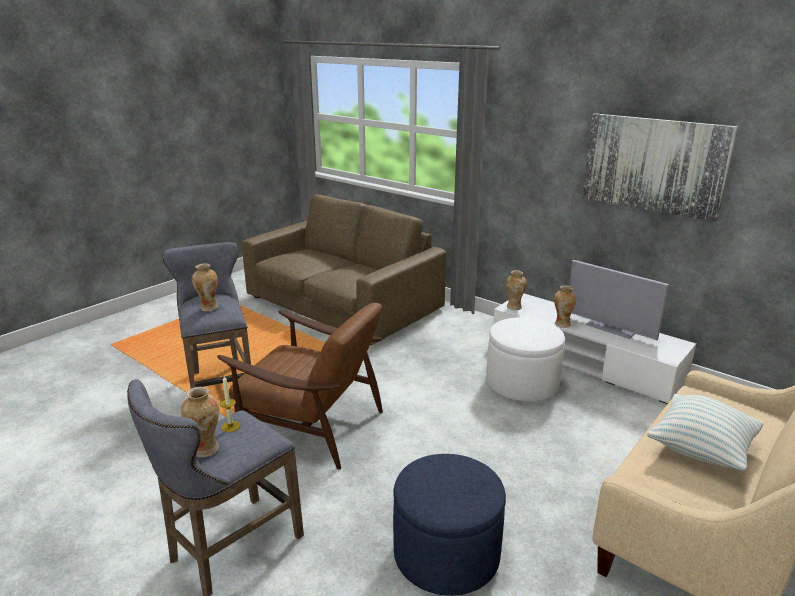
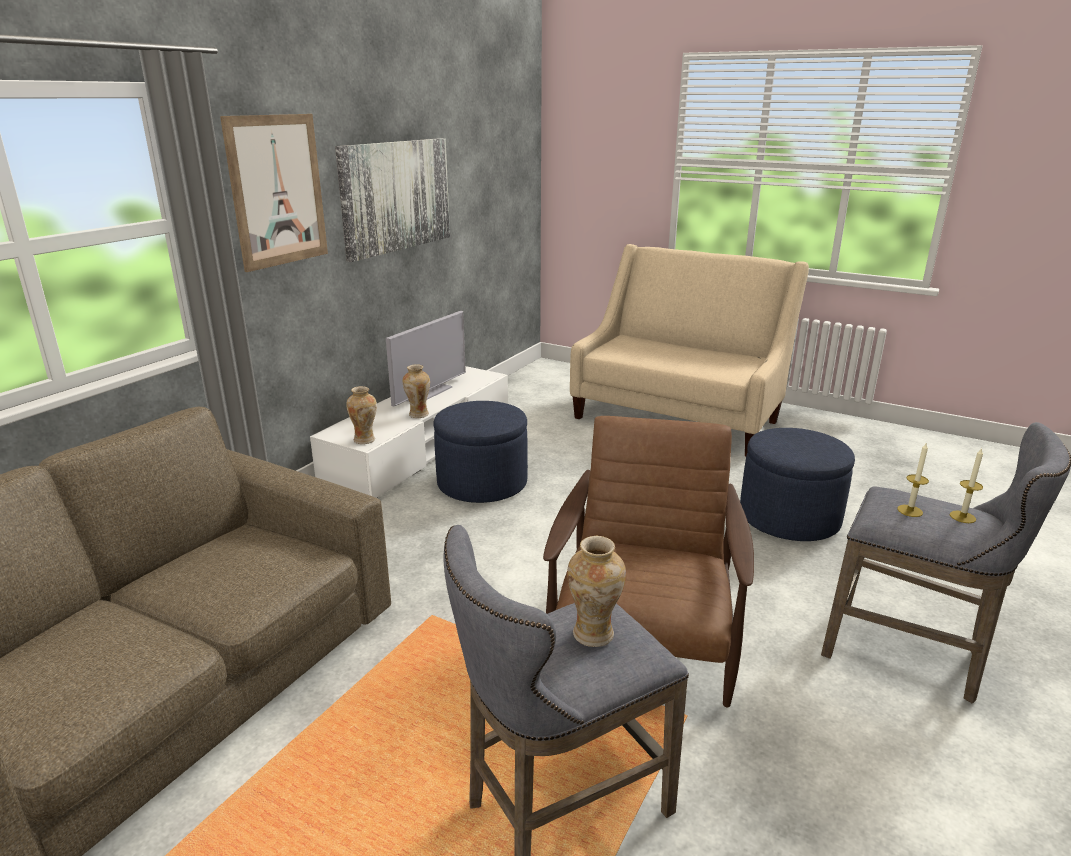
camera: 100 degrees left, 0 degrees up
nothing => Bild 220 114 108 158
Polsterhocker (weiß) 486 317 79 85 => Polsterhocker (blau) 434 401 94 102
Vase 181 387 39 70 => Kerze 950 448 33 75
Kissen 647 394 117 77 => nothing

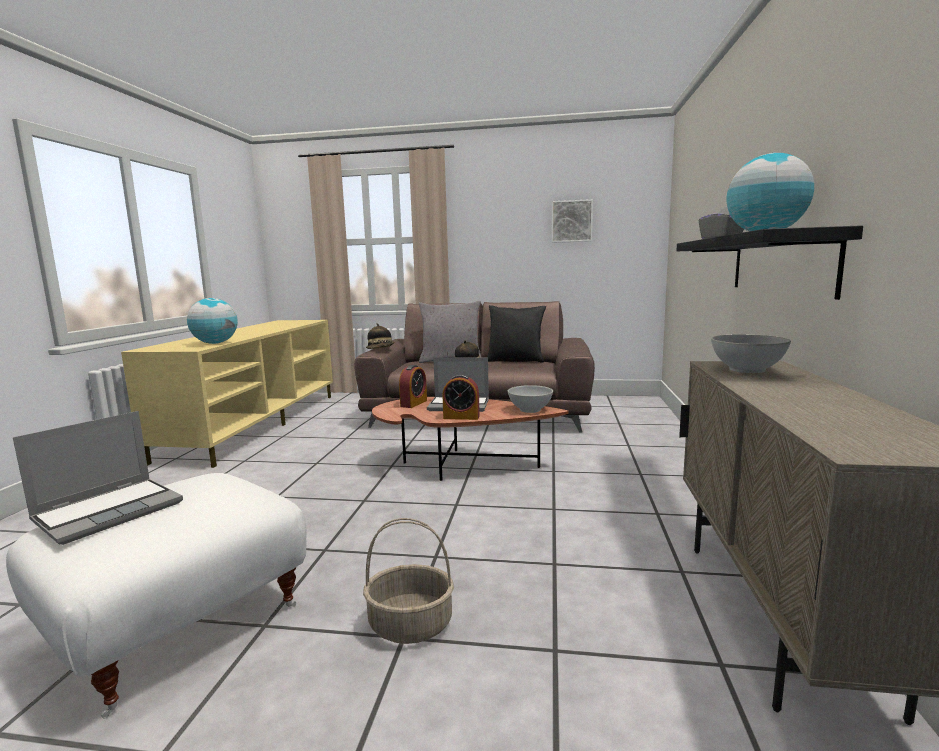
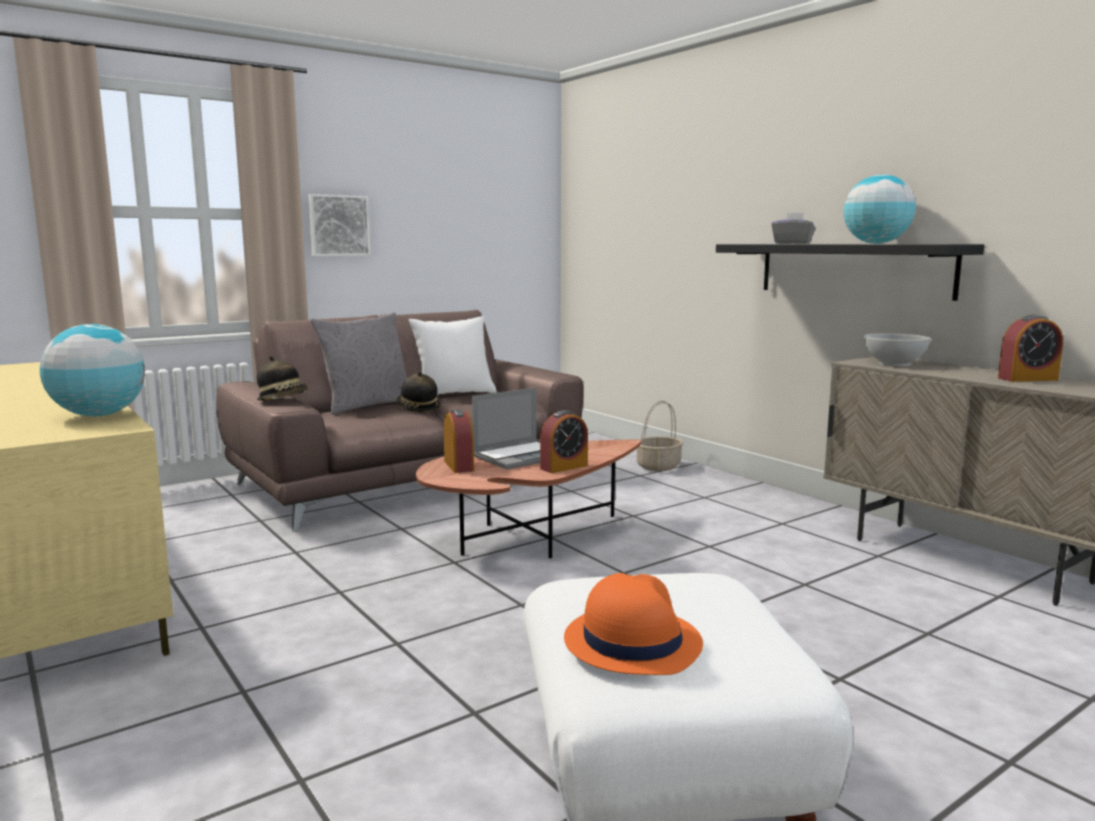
camera: 45 degrees left, 0 degrees up
Bild 552 199 41 44 => Bild 308 194 63 62, moved
Kissen (schwarz) 487 305 59 58 => Kissen (weiß) 409 316 88 79
Laptop 13 411 170 134 => Hut (orange) 564 573 139 102
Korb 363 518 91 126 => Korb 637 401 46 70, moved
nothing => Wecker 998 315 65 67
Schüssel (weiß) 508 385 45 28 => nothing

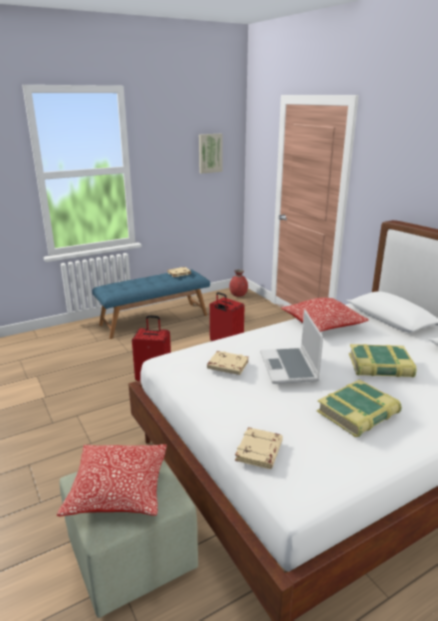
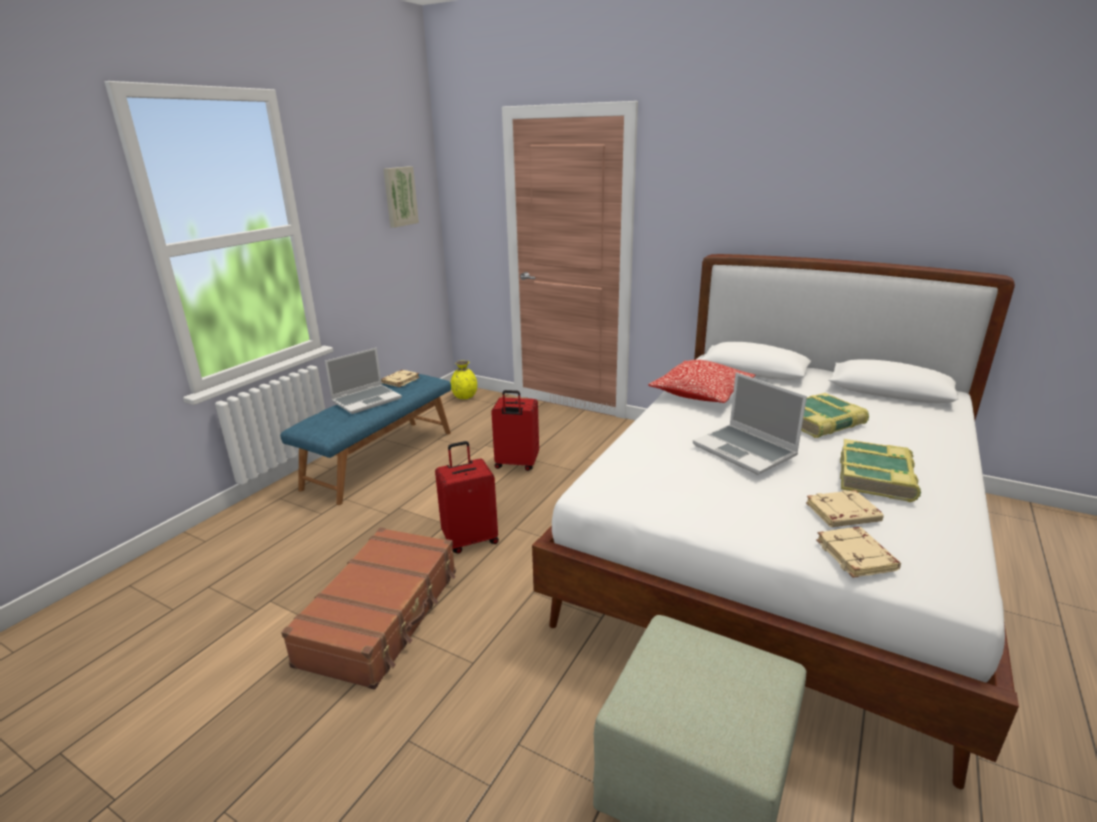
camera: 30 degrees left, 0 degrees up
nothing => Koffer (braun) 281 527 175 163
nothing => Laptop 325 348 77 66
Vase (rot) 230 269 18 28 => Vase (gelb) 451 360 26 39
Buch (beige) 207 351 42 24 => Buch (beige) 806 490 78 37, moved
Kissen 57 444 110 73 => nothing

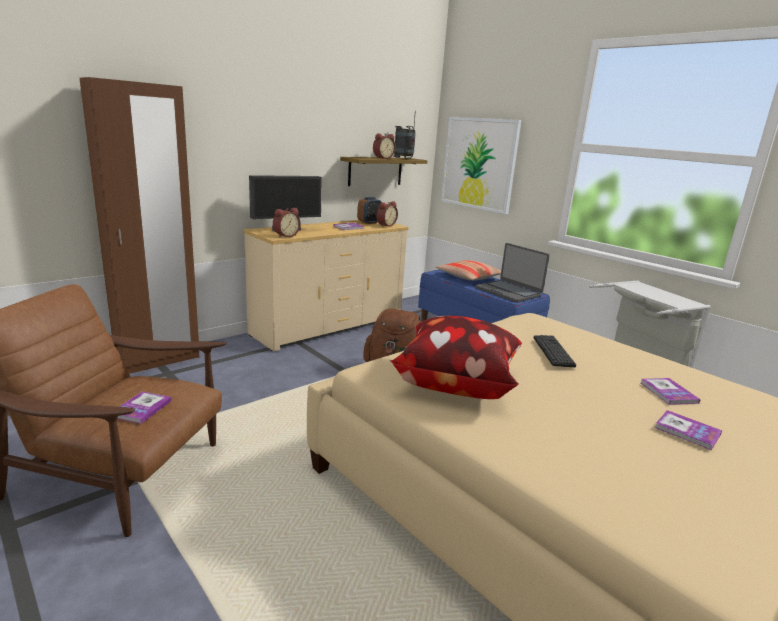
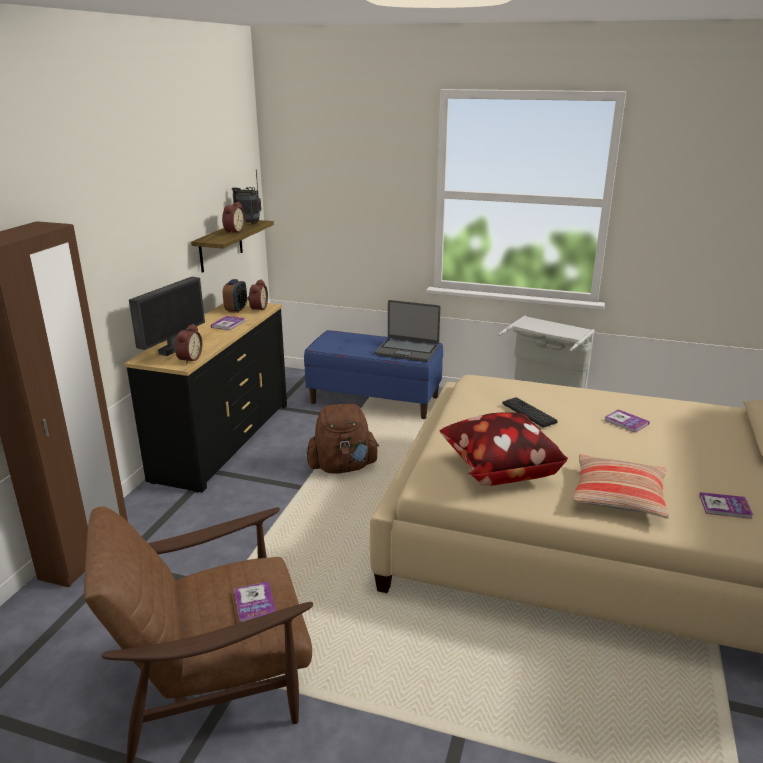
camera: 30 degrees left, 5 degrees up
Kommode (beige) 243 220 166 131 => Kommode (schwarz) 125 301 162 192
Kissen 436 260 65 21 => Kissen 573 455 96 63, moved
Buch 655 410 67 40 => Buch 699 492 54 27, moved
Bild 441 117 80 97 => nothing

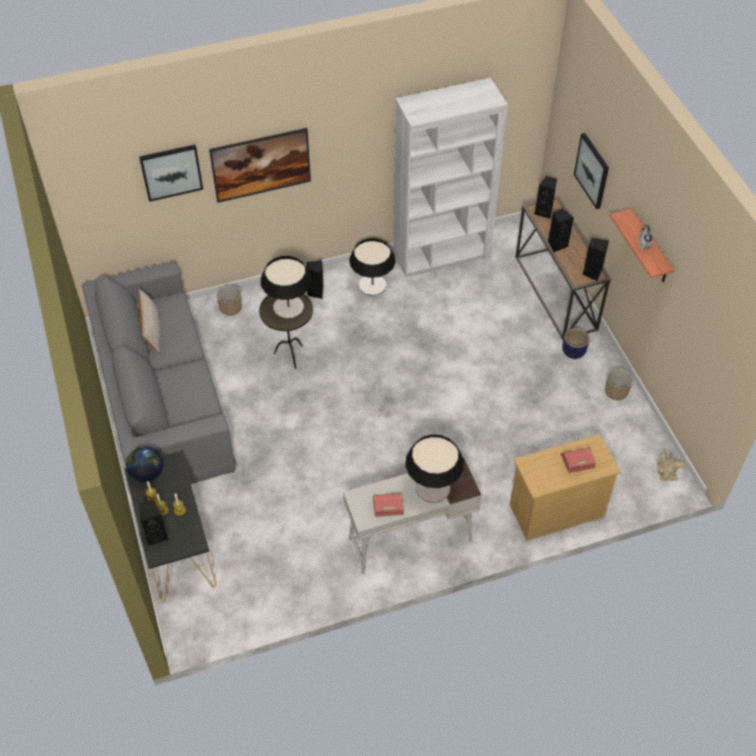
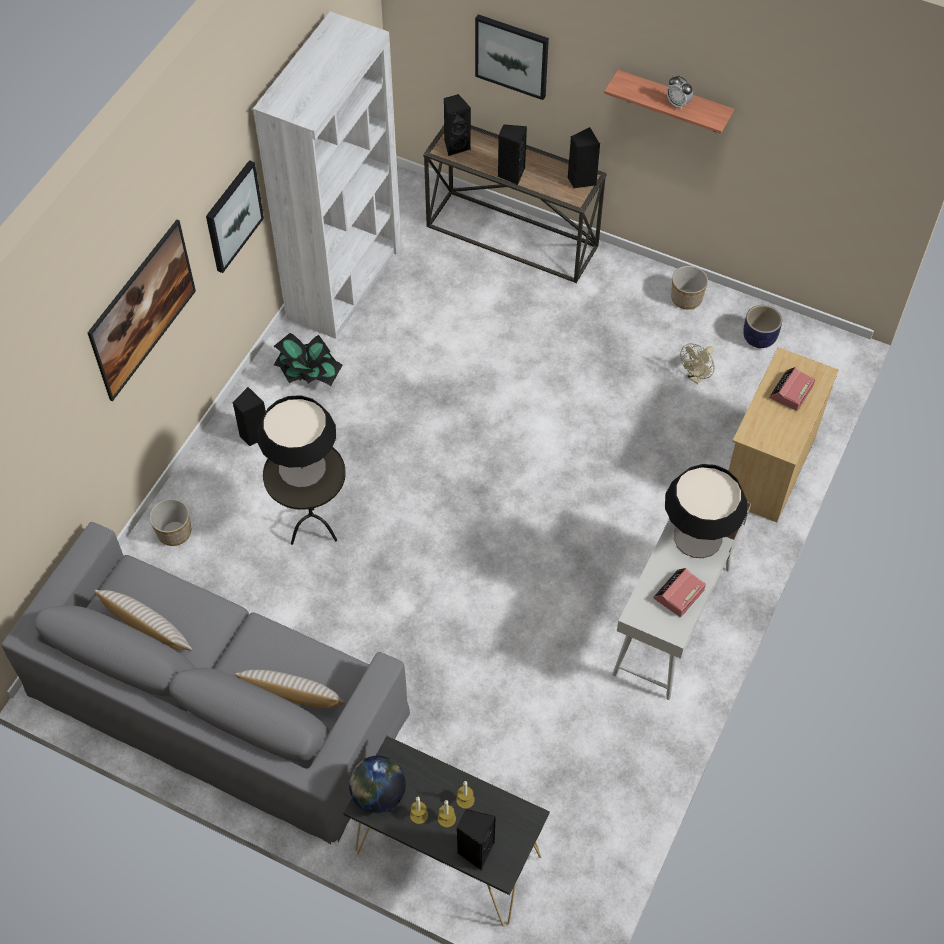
camera: 45 degrees left, 5 degrees up
Bild 139 145 64 57 => Bild 206 160 58 113, moved
nothing => Kissen (beige) 235 670 111 38
Tischlampe 349 238 47 58 => Topfpflanze 273 333 70 53
Ventilator (beige) 657 449 28 32 => Ventilator (beige) 680 344 35 40, moved
Pflanzkübel 562 328 27 31 => Pflanzkübel 743 305 39 43, moved

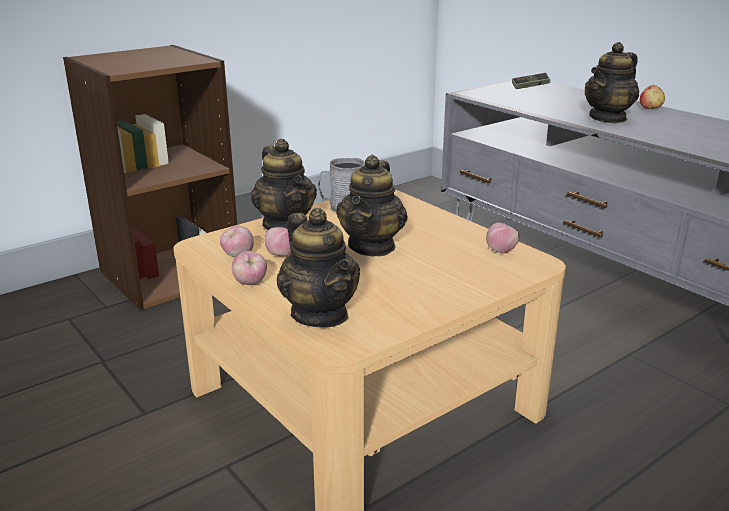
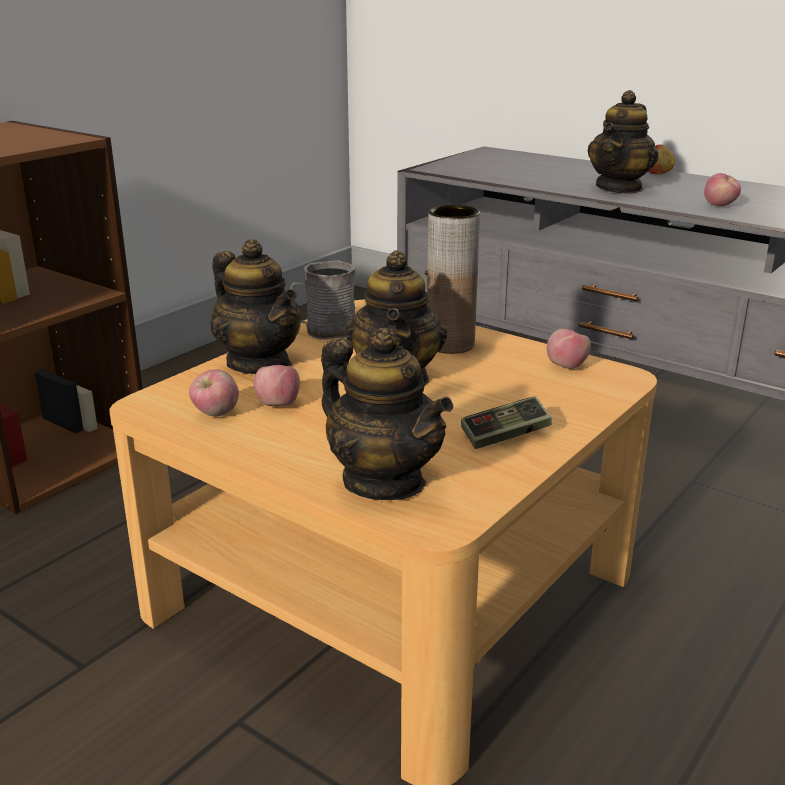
camera: 15 degrees left, 0 degrees up
nothing => Vase (braun) 427 205 53 149
Gamepad 512 73 38 16 => Gamepad 461 396 91 53, moved
Apfel 232 251 35 34 => Apfel 704 173 37 33, moved

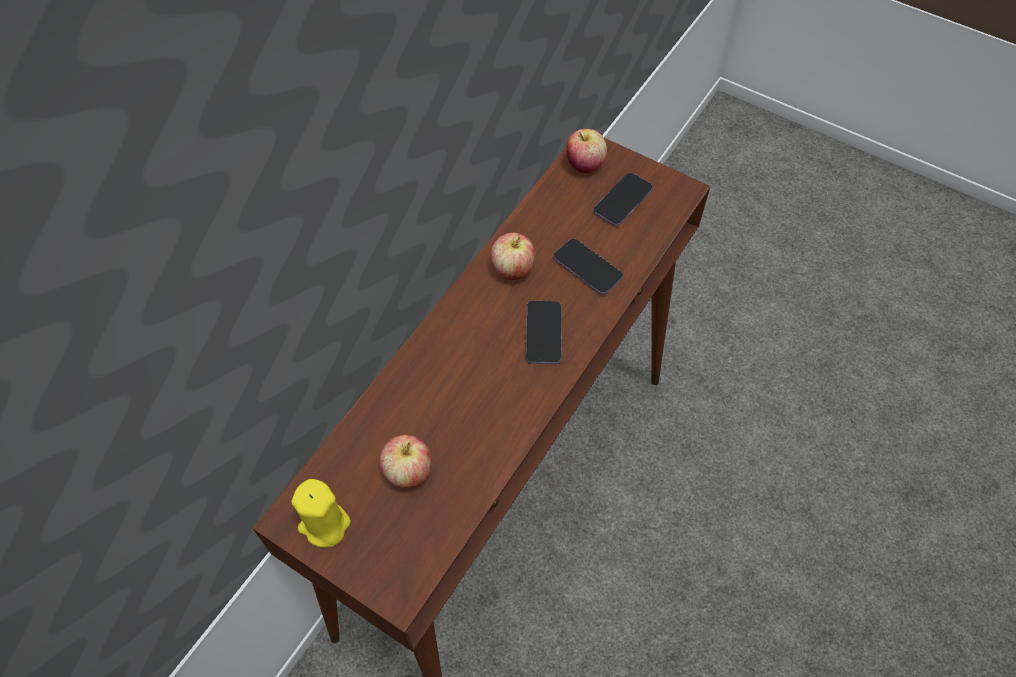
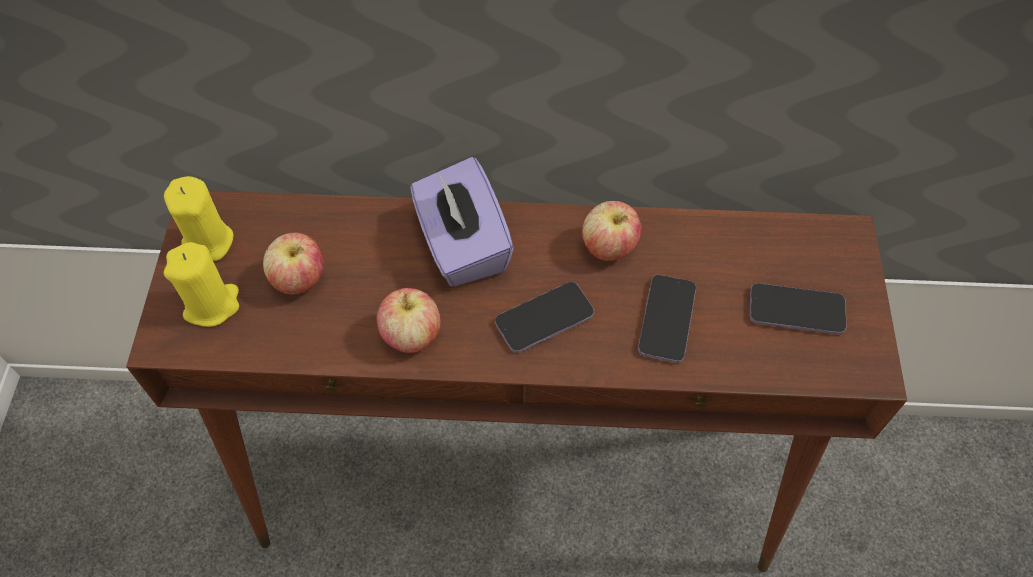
camera: 60 degrees right, 0 degrees up
nothing => Kerze (gelb) 164 242 75 85
Apfel 566 129 41 44 => Apfel 377 288 64 65, moved
nothing => Taschentuchbox (lila) 410 157 104 130

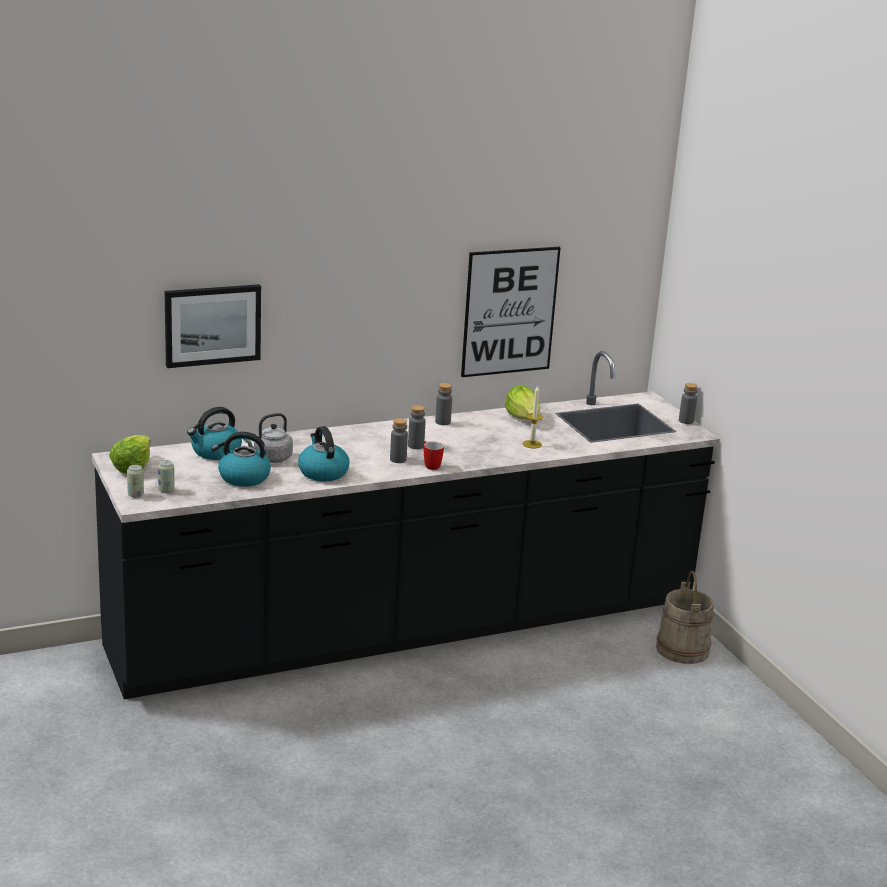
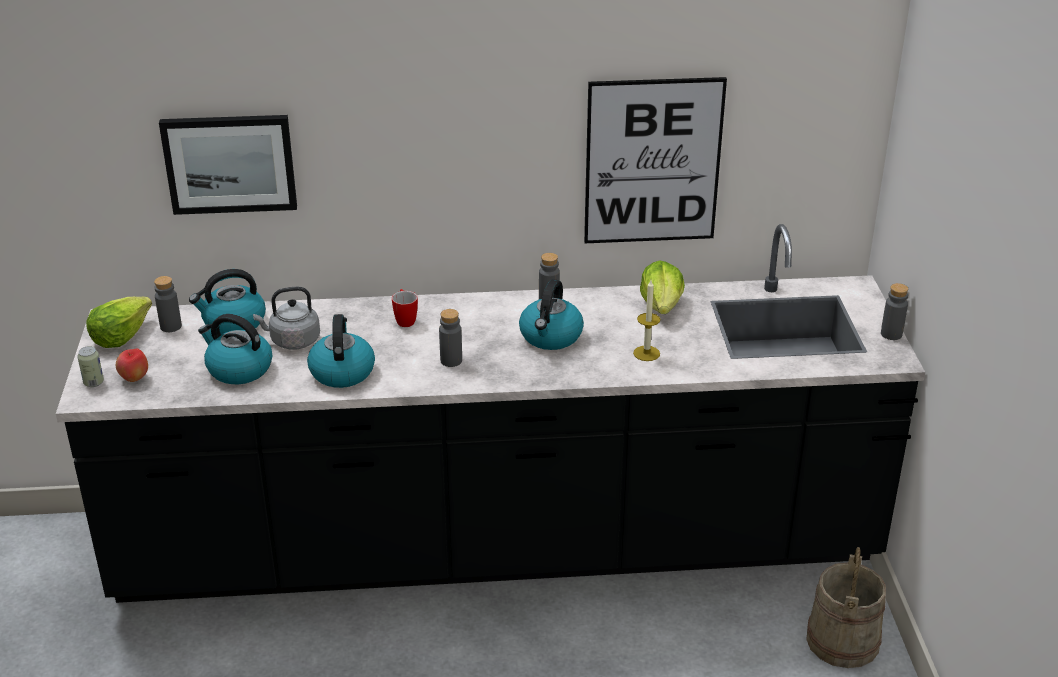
camera: 20 degrees right, 10 degrees up
Dose 158 460 17 33 => Apfel 116 349 32 33
Flasche (grau) 408 405 18 44 => Flasche (grau) 154 276 28 56, moved
Henkelbecher 423 441 21 29 => Henkelbecher 392 289 26 38, moved
nothing => Wasserkessel 519 279 65 71

